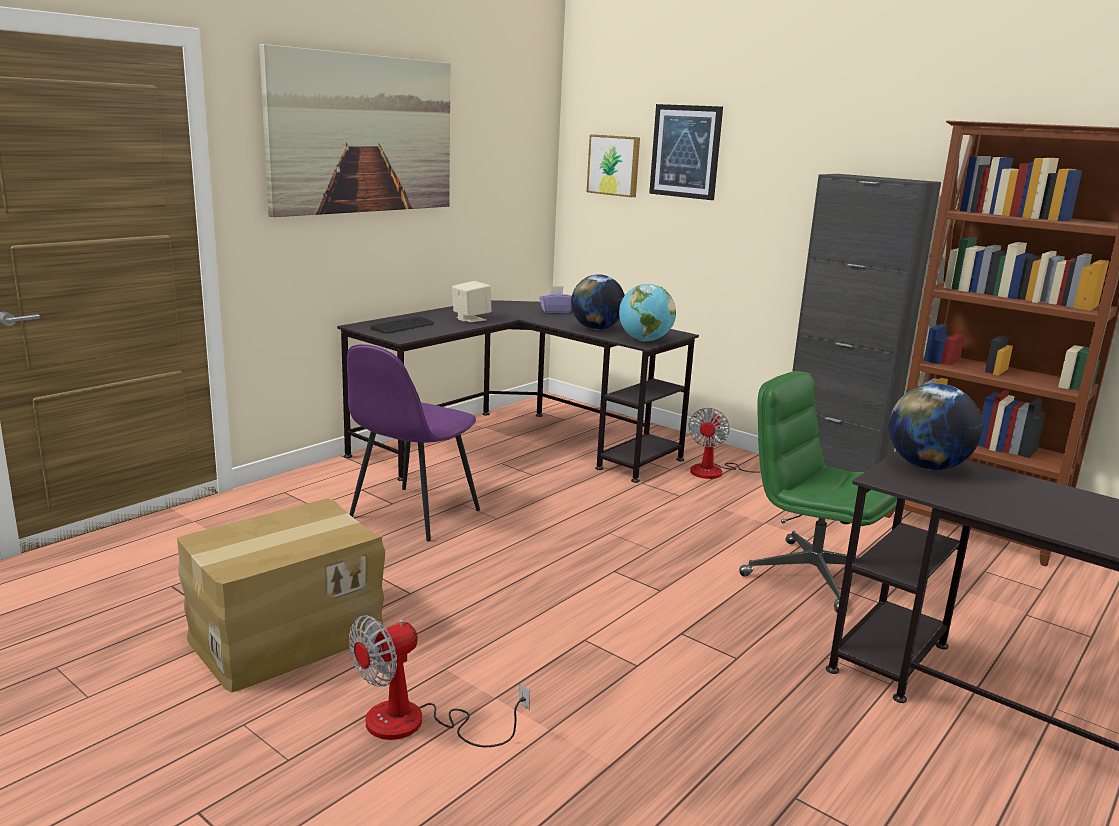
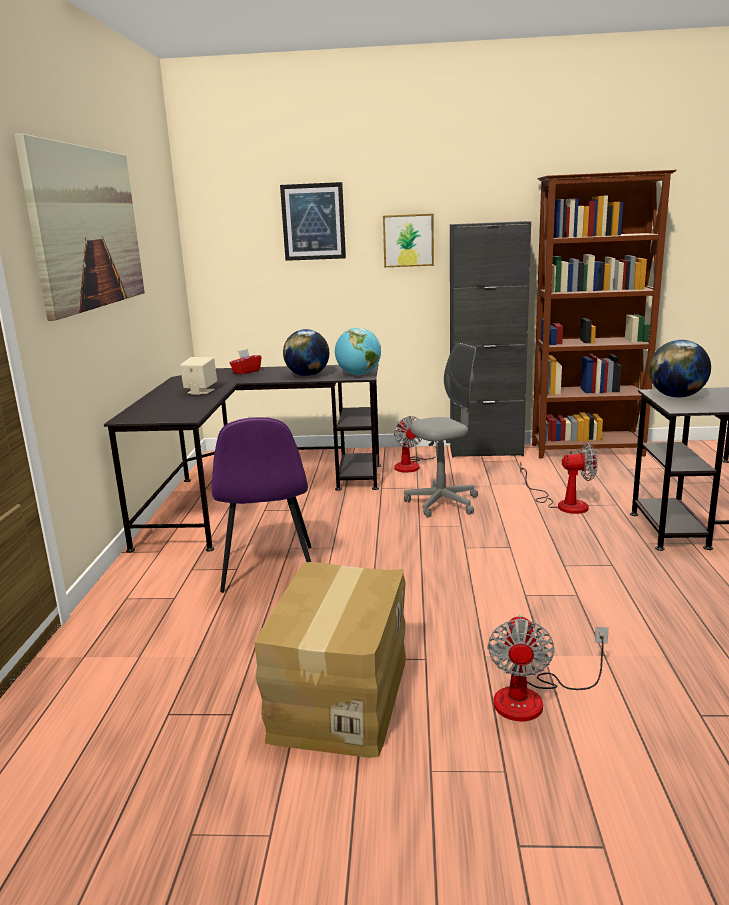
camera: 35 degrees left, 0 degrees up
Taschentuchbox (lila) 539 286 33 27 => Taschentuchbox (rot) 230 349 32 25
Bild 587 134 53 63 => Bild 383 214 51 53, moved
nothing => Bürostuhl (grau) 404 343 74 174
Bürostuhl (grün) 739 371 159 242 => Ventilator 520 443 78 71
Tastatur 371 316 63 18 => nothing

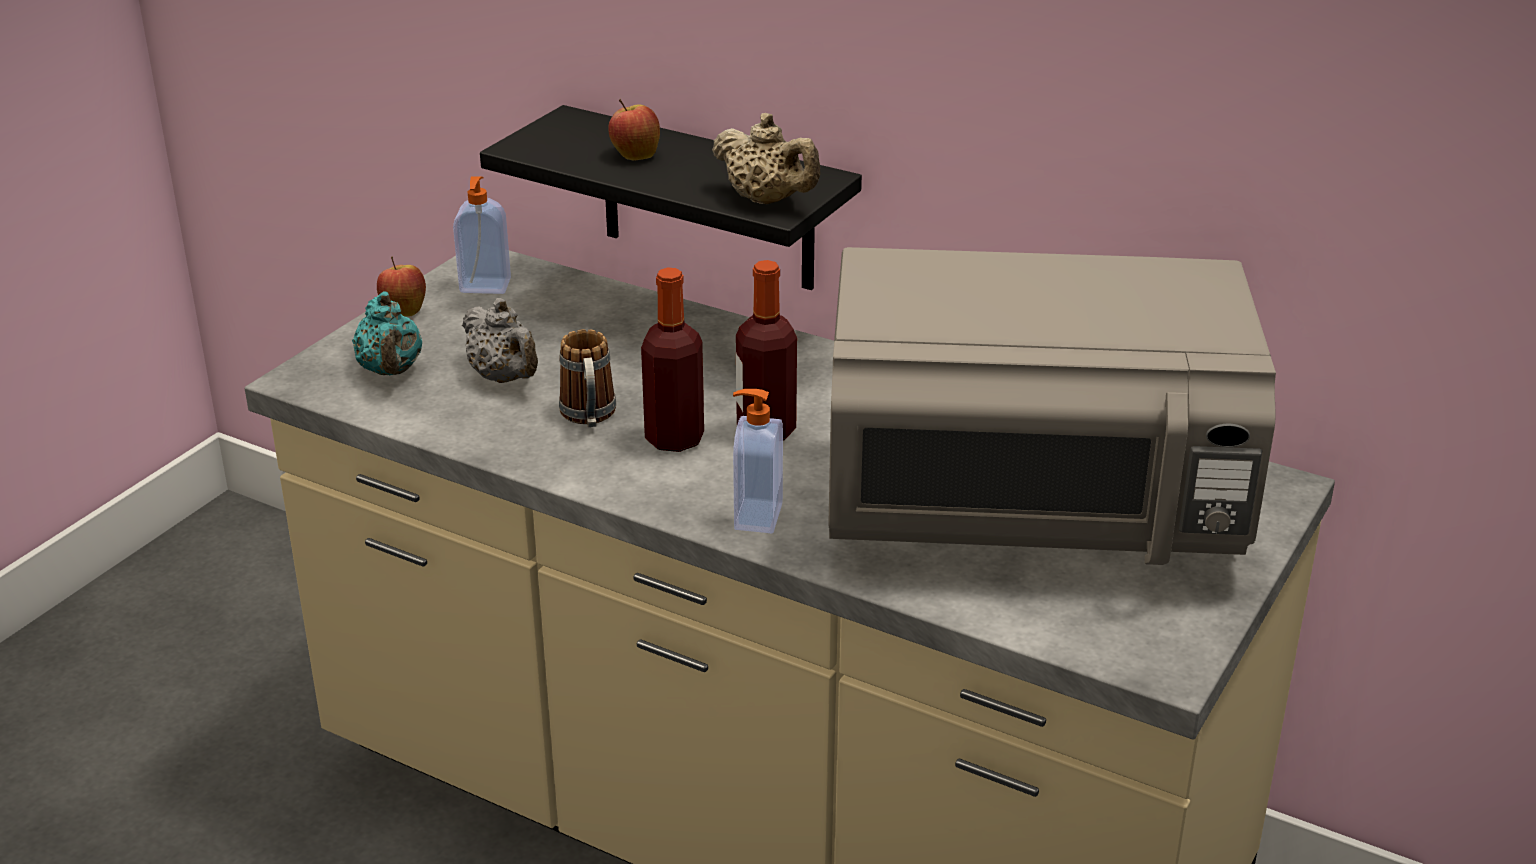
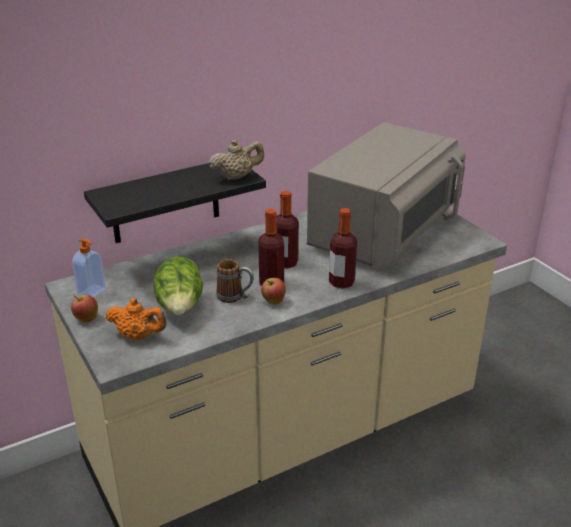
camera: 60 degrees left, 0 degrees up
Teekanne (türkis) 352 291 70 84 => Teekanne (orange) 106 298 61 42
Teekanne (grau) 462 298 76 85 => Salatkopf 154 256 49 59
Apfel 608 99 52 62 => Apfel 261 278 25 27, moved
Seifenspender 733 389 50 144 => Flasche 329 208 28 81

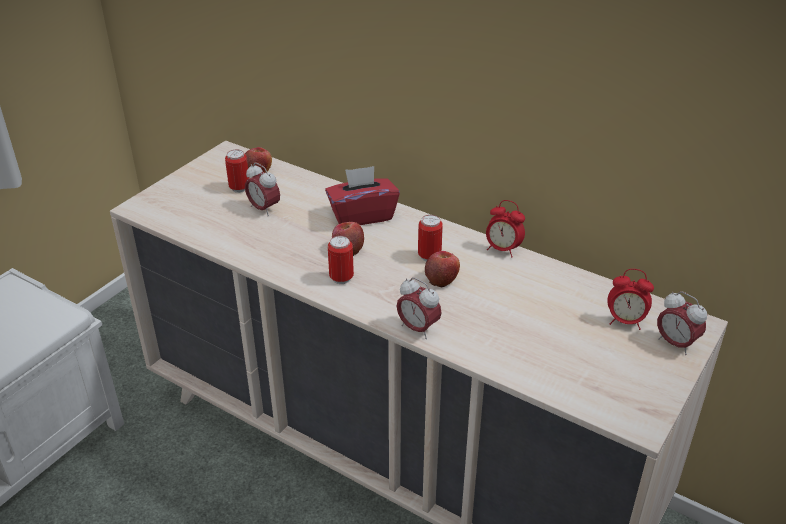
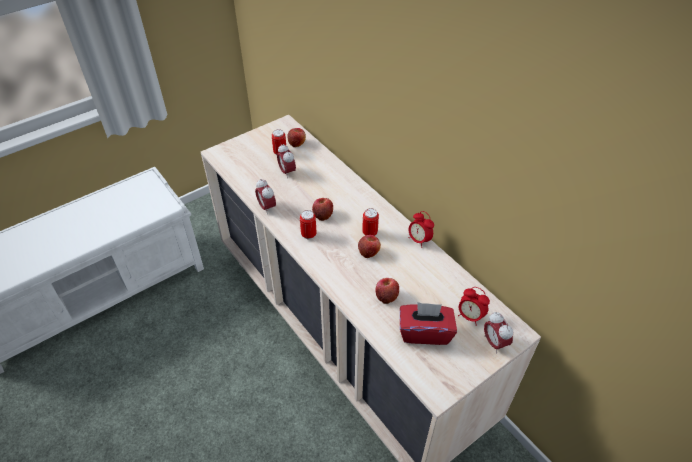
camera: 20 degrees right, 10 degrees up
Wecker 397 277 44 62 => Wecker 255 179 21 36, moved
nothing => Apfel 375 278 24 26
Taschentuchbox (rot) 325 166 75 59 => Taschentuchbox (rot) 400 302 57 43, moved

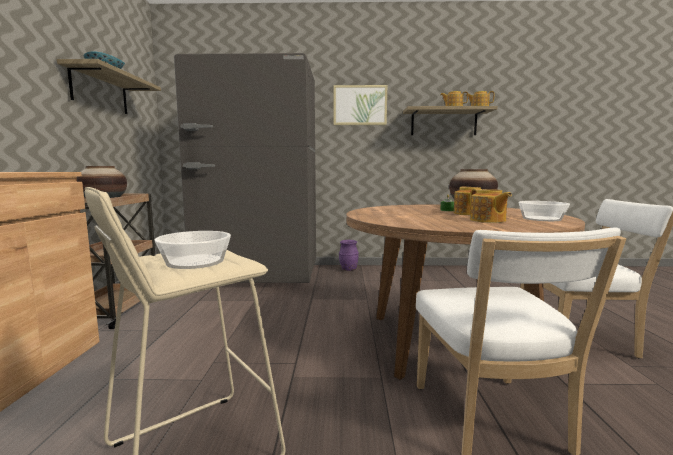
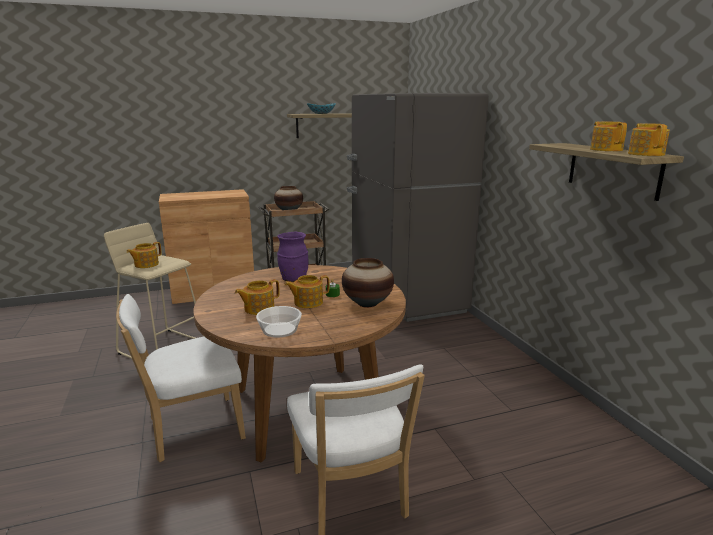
camera: 70 degrees right, 10 degrees up
Schüssel 155 231 76 38 => Teekanne 127 242 35 26
Vase (lila) 339 240 20 31 => Vase (lila) 277 232 32 50, moved
Bild 334 85 53 40 => nothing

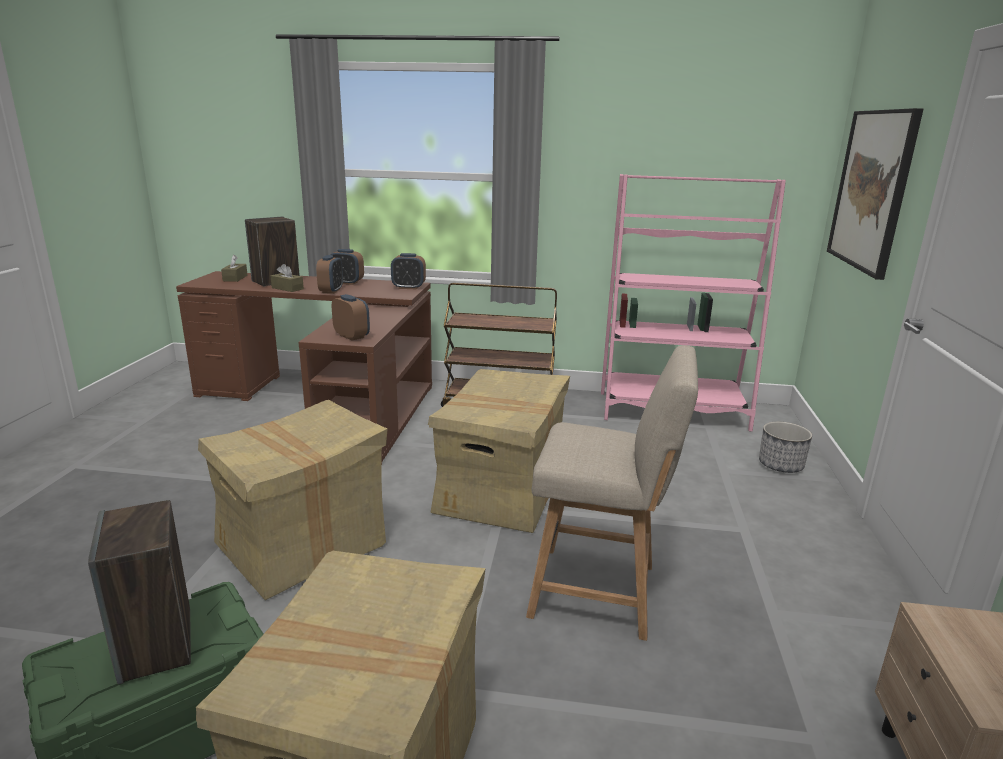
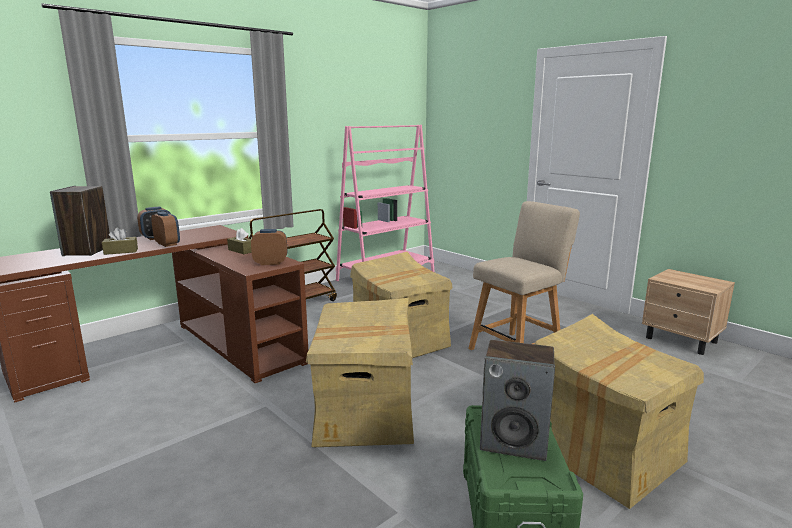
camera: 50 degrees left, 5 degrees down
Taschentuchbox (braun) 221 255 27 27 => Taschentuchbox (braun) 227 228 25 26, moved
Wecker 391 253 35 36 => nothing
Pflanzkübel 759 422 53 51 => nothing
Bild 827 108 96 172 => nothing

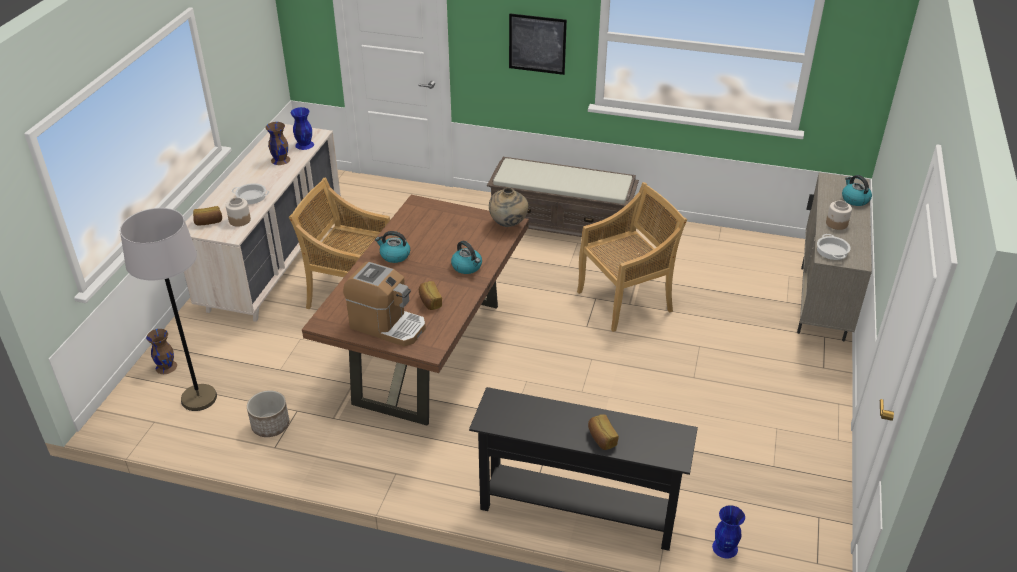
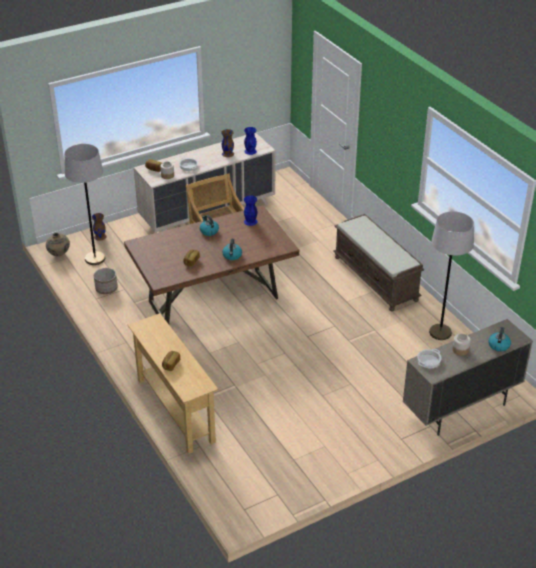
camera: 45 degrees right, 0 degrees up
Vase (beige) 489 187 40 40 => Vase (beige) 46 233 24 23, moved
Konsolentisch (schwarz) 469 387 229 164 => Konsolentisch (beige) 128 313 90 141
Vase (blau) 712 505 33 53 => Vase (blau) 244 196 14 30, moved
nothing => Stehlampe (grau) 429 211 45 129
Kaffeemaschine 343 262 83 85 => nothing
Bild 509 13 58 62 => nothing
Stuhl (beige) 577 182 110 150 => nothing

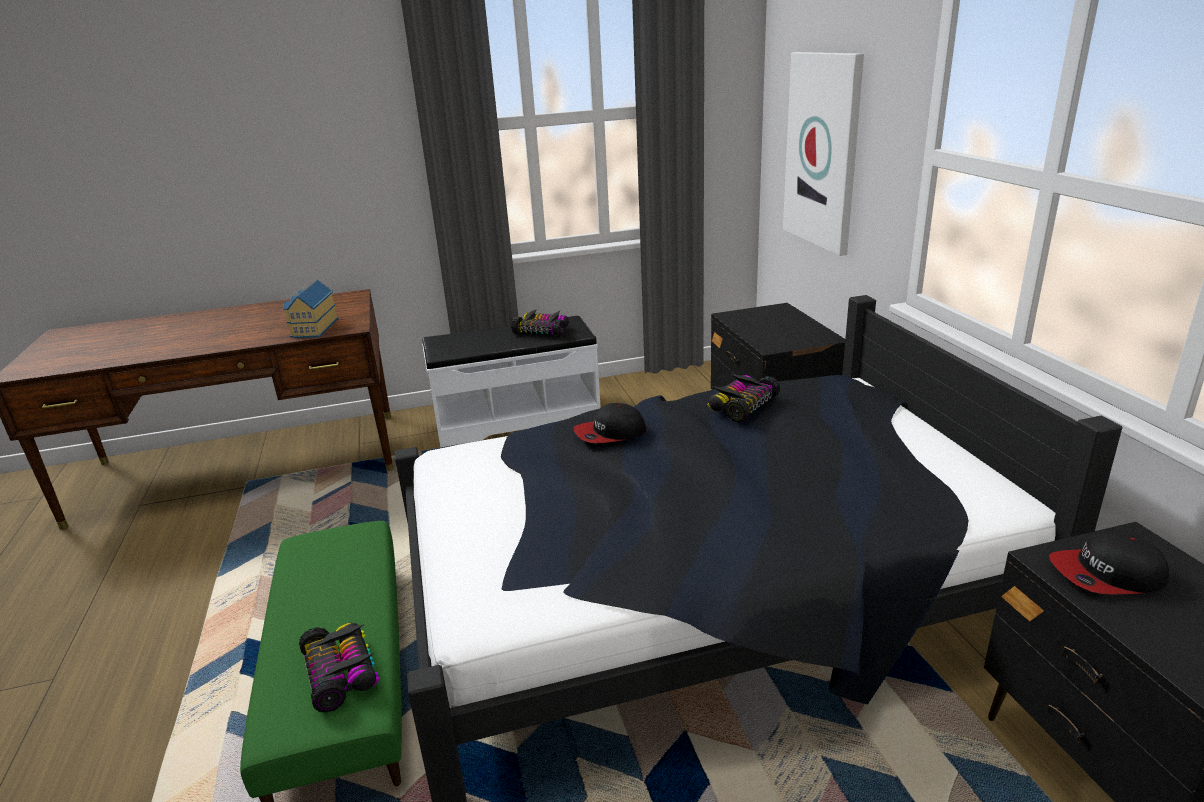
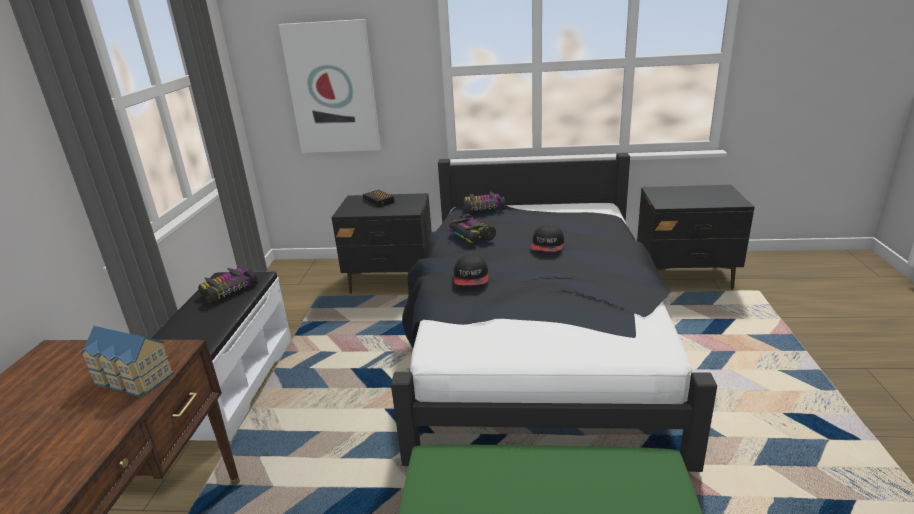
camera: 70 degrees left, 0 degrees up
nothing => Wecker 363 190 31 17
Spielzeugauto 299 623 81 89 => Spielzeugauto 463 191 43 23, moved
Kappe 1049 530 120 64 => Kappe 531 225 33 26, moved

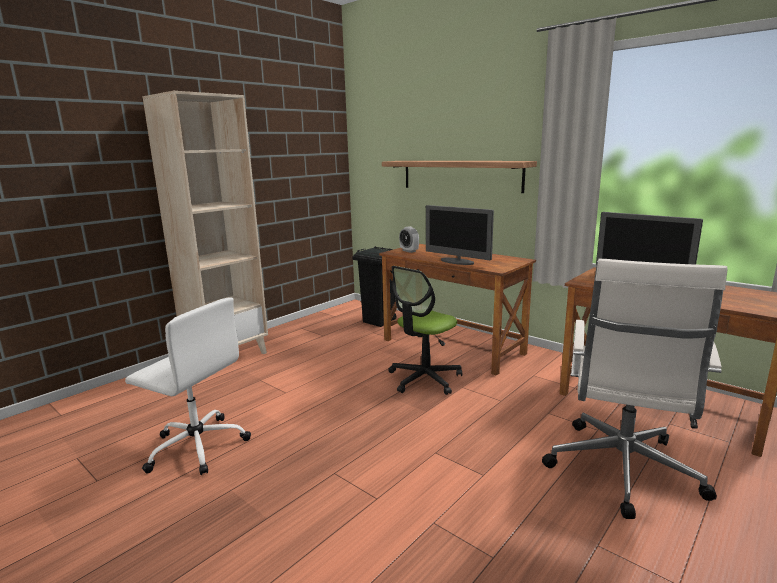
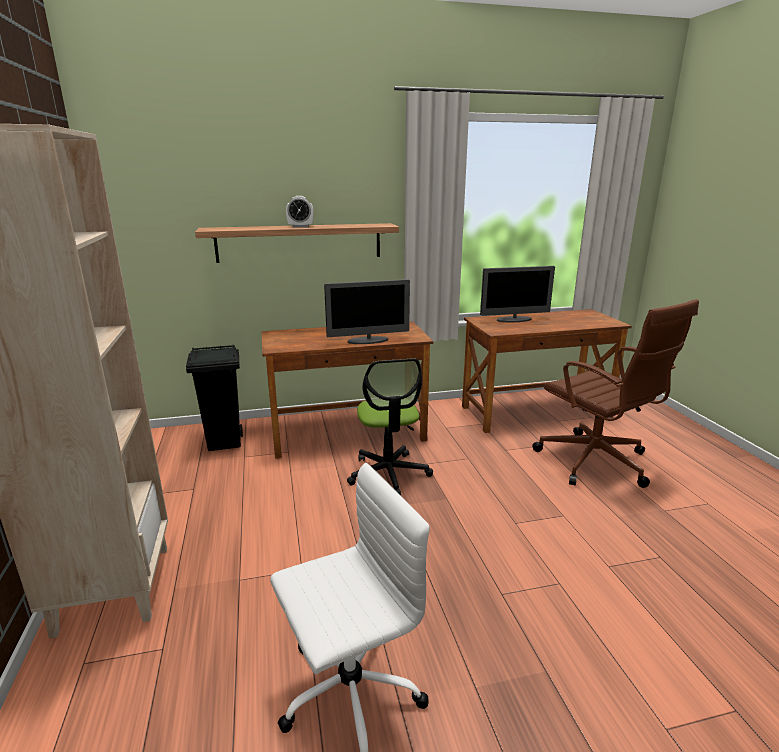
camera: 55 degrees left, 5 degrees up
Wecker 399 226 20 27 => Wecker 286 196 28 32, moved
Bürostuhl (weiß) 542 259 186 260 => Bürostuhl (braun) 532 299 167 189

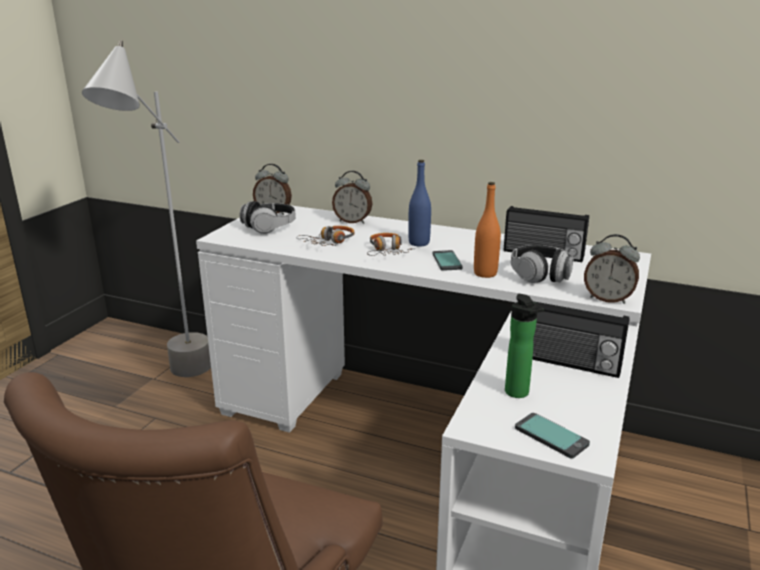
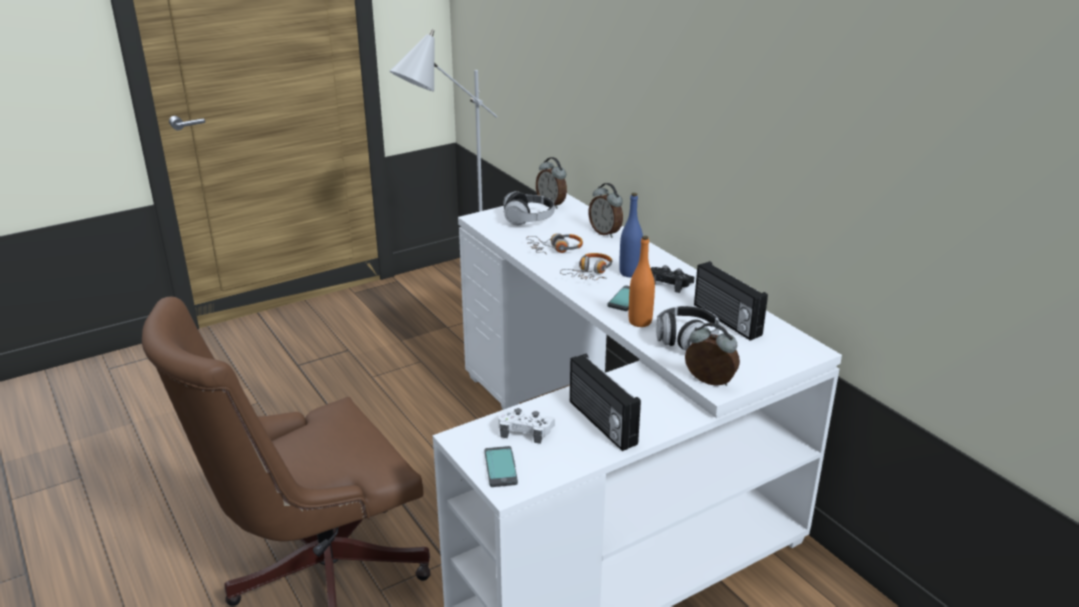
camera: 35 degrees right, 5 degrees up
Flasche 505 294 39 104 => Gamepad (weiß) 498 408 57 36
nothing => Gamepad (schwarz) 651 265 43 28
Wecker 584 234 56 70 => Wecker 685 323 55 63, 150 degrees clockwise

